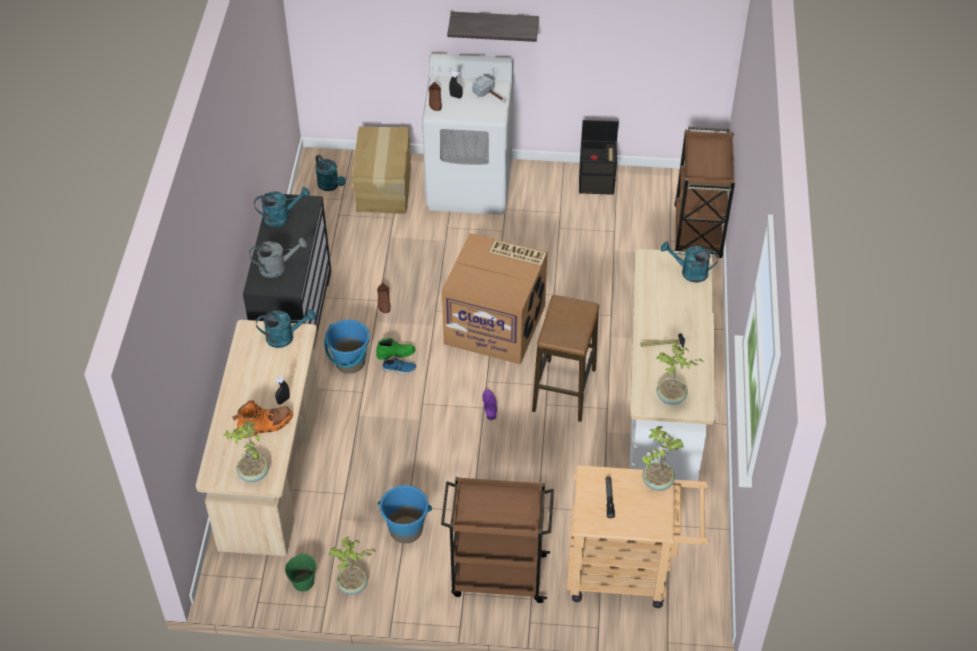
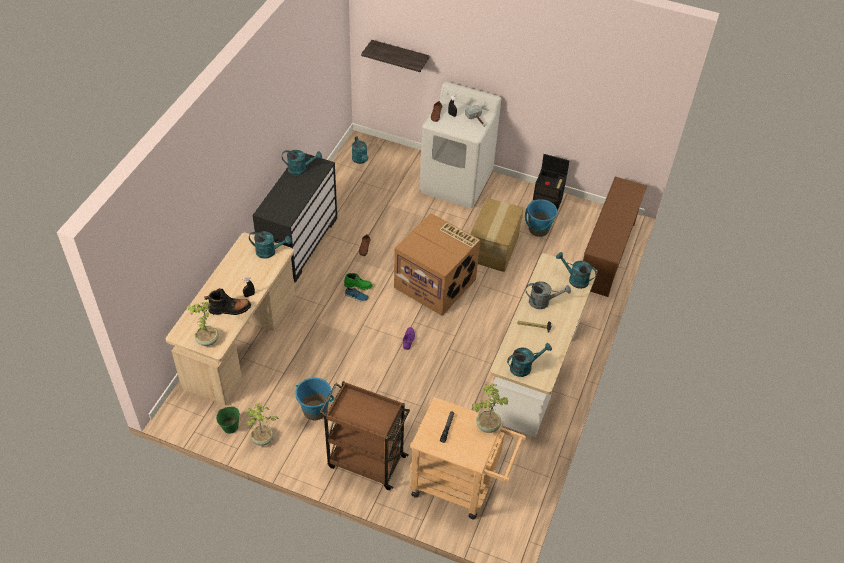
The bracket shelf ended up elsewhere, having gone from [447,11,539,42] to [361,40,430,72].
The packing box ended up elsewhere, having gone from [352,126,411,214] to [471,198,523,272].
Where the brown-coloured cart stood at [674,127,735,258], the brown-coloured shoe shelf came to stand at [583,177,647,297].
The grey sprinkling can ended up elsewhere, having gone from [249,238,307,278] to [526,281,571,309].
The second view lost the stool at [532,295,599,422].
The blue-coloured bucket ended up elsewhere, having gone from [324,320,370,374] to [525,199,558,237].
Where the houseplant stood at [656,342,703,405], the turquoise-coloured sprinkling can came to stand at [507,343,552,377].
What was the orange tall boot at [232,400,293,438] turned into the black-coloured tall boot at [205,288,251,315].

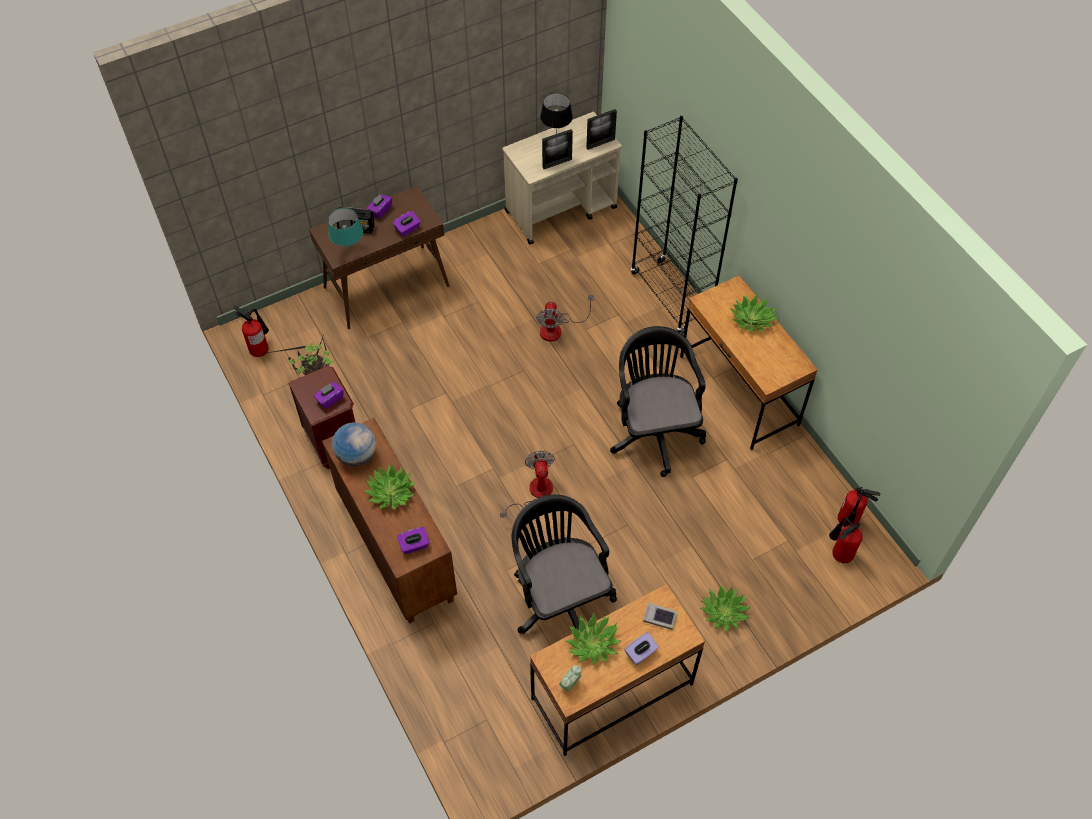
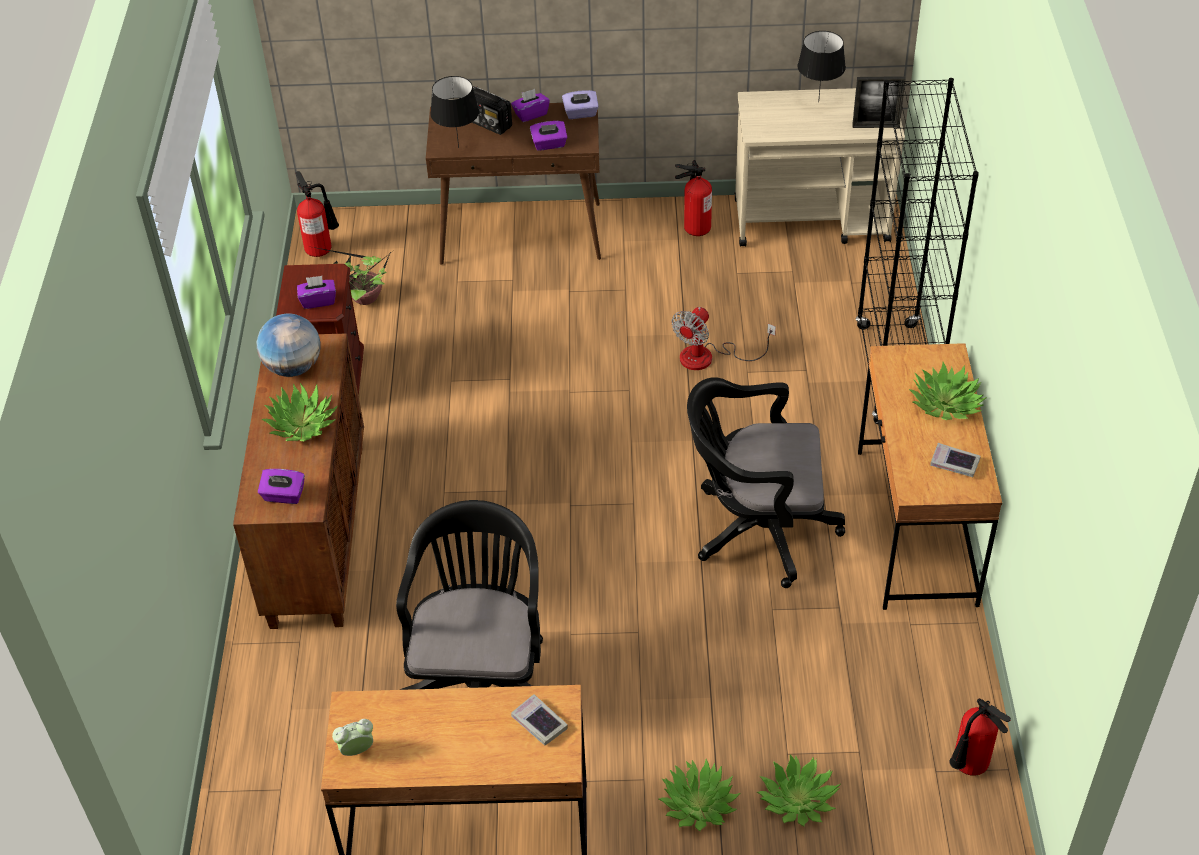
The second view lost the picture frame at [542,129,573,169].
What was the turquoise-coloured tabletop lamp at [328,208,363,252] turned into the black-coloured tabletop lamp at [430,76,479,148].
The black-coloured desk chair at [610,326,706,477] ended up facing another way, 105 degrees counterclockwise from before.
The second view lost the cooling fan at [500,451,555,518].
The fire-fighting cylinder ended up elsewhere, having gone from [829,518,863,563] to [675,160,712,236].
The houseplant ended up elsewhere, having gone from [566,613,621,665] to [757,755,841,826].
The purplish box of tissues ended up elsewhere, having gone from [624,632,659,665] to [562,90,599,119].
The second view gained the book at [930,443,981,477].

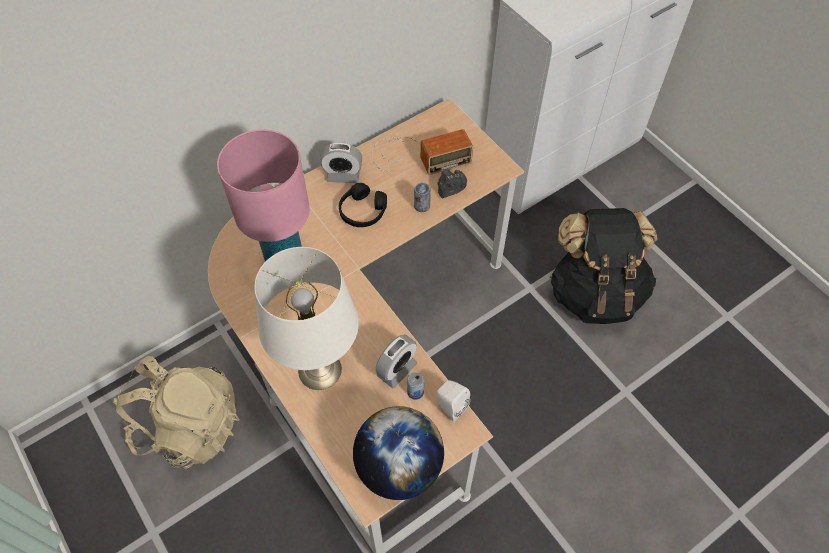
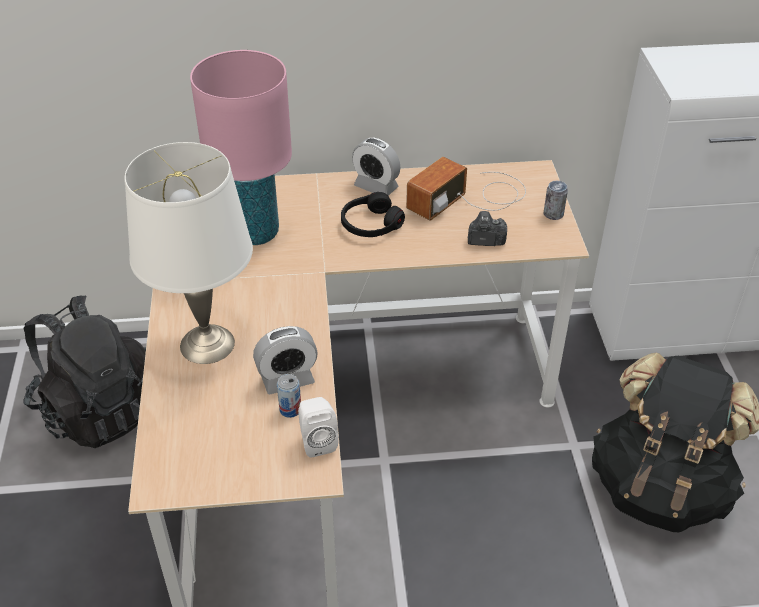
The radio at [372,129,473,175] ended up facing another way, 120 degrees clockwise from before.
The metal can ended up elsewhere, having gone from [414,183,431,212] to [544,180,568,220].
What was the sand-coloured knapsack at [113,356,239,470] turned into the black-coloured knapsack at [24,295,146,448].
The second view lost the globe at [353,406,444,500].

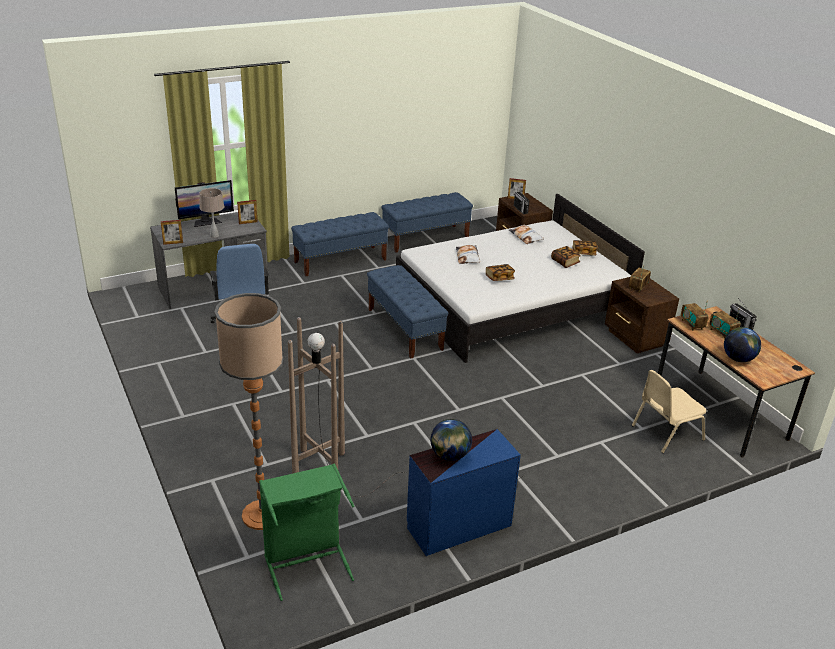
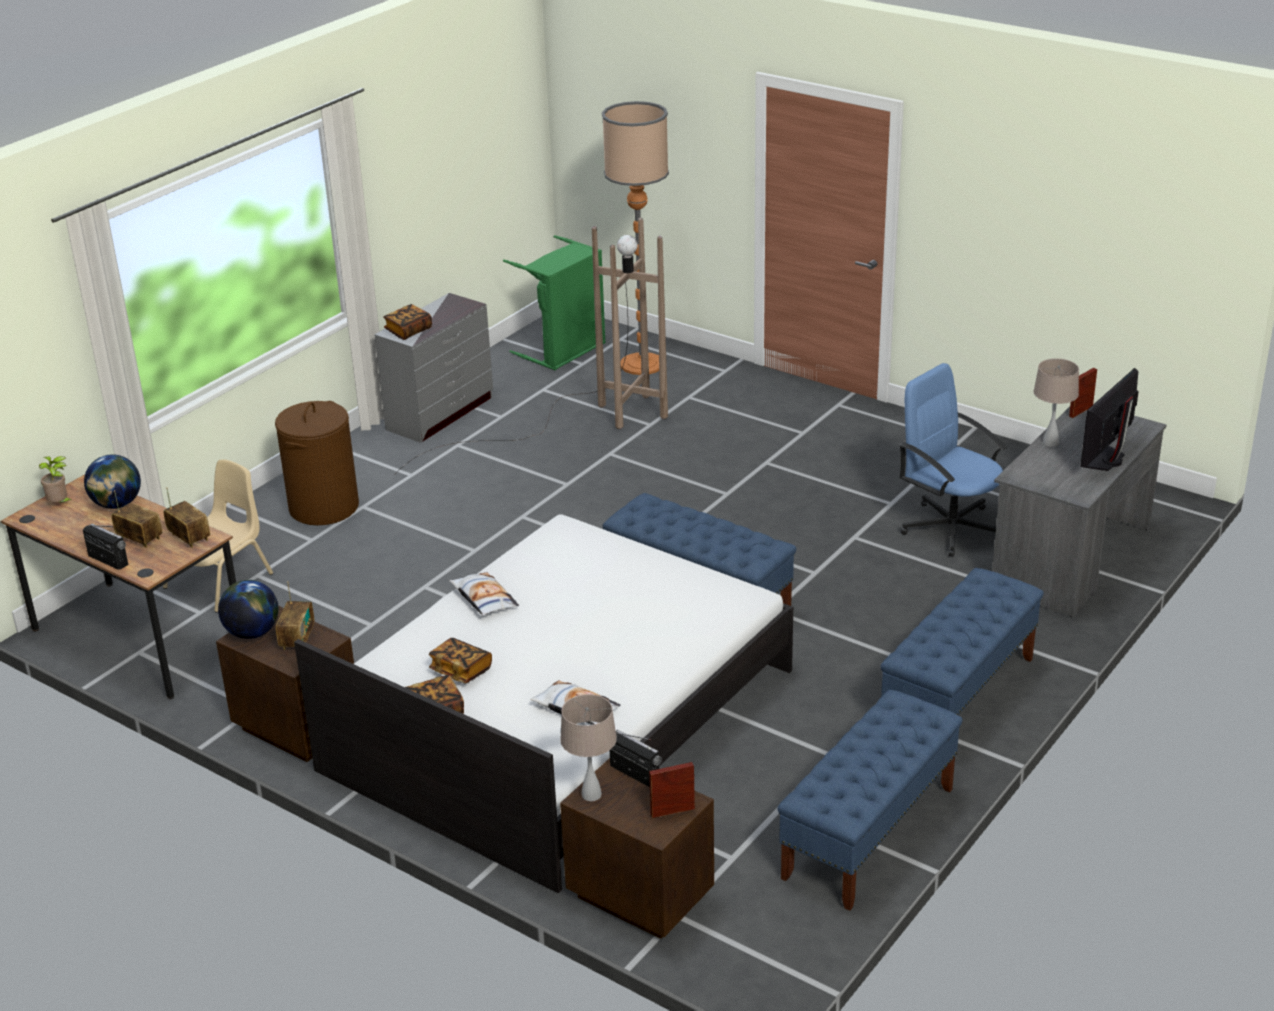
The second view lost the picture frame at [237,200,258,224].
The cushion ended up elsewhere, having gone from [456,245,480,264] to [449,572,519,616].
The book ended up elsewhere, having gone from [486,264,515,281] to [383,304,432,340].
The globe ended up elsewhere, having gone from [430,419,472,461] to [218,580,279,639].
What was the blue-coloured chest of drawers at [407,429,521,556] turned into the grey chest of drawers at [374,293,493,443].
The second view gained the brown-coloured laundry basket at [275,401,359,525].
The second view gained the houseplant at [39,456,73,502].
The second view gained the sand-coloured tabletop lamp at [560,694,617,801].

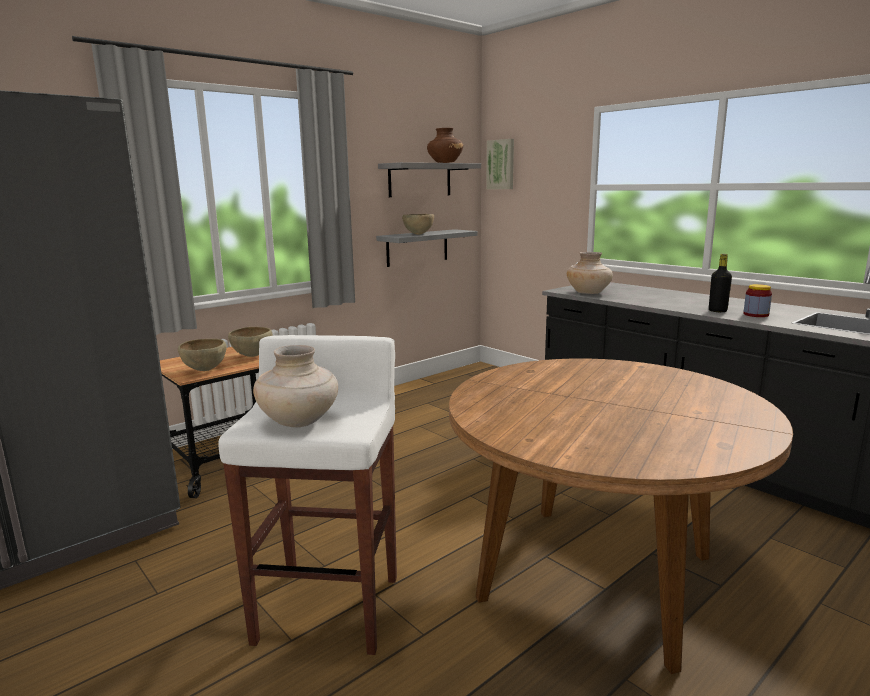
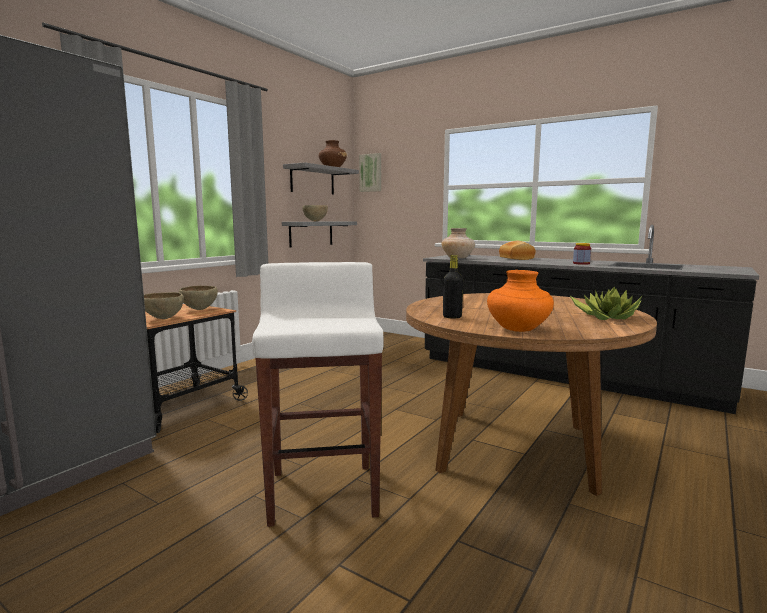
The black-coloured beverage bottle ended up elsewhere, having gone from [709,254,732,312] to [443,255,464,318].
The second view lost the sand-coloured flower vase at [253,345,338,427].
The second view gained the bakery bread at [499,241,536,260].
The second view gained the orange flower vase at [487,270,554,332].
The second view gained the houseplant at [570,286,642,320].

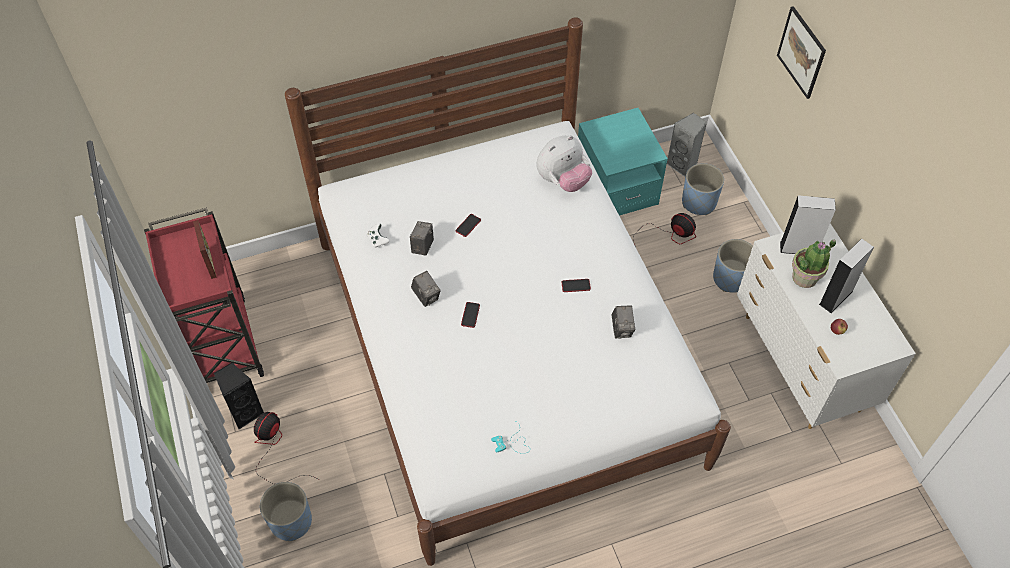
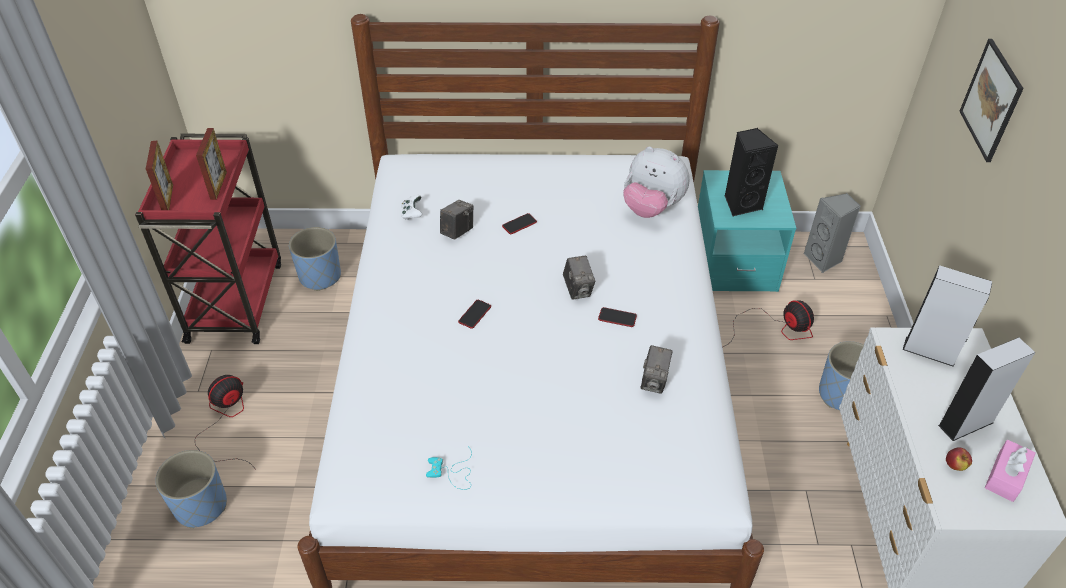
The plush toy at [537,135,592,192] ended up facing another way, 45 degrees clockwise from before.
The blue-coloured flower pot ended up elsewhere, having gone from [682,163,724,215] to [289,227,341,291].
The second view lost the houseplant at [792,239,836,288].
The still camera ended up elsewhere, having gone from [411,271,441,307] to [563,255,595,300].
The black-coloured loudspeaker ended up elsewhere, having gone from [214,363,265,429] to [724,128,779,216].
The second view gained the picture frame at [146,141,173,210].
The second view gained the pink-coloured box of tissues at [985,440,1036,502].

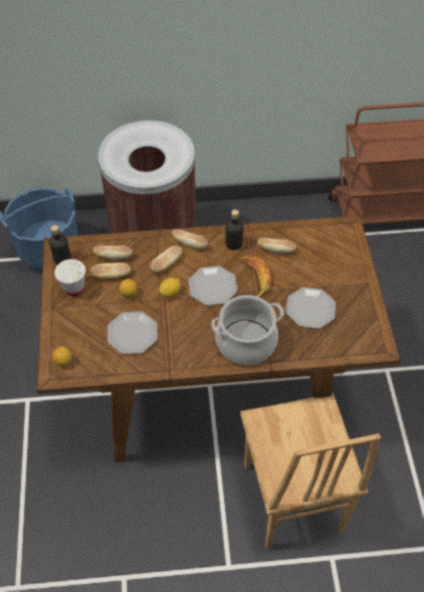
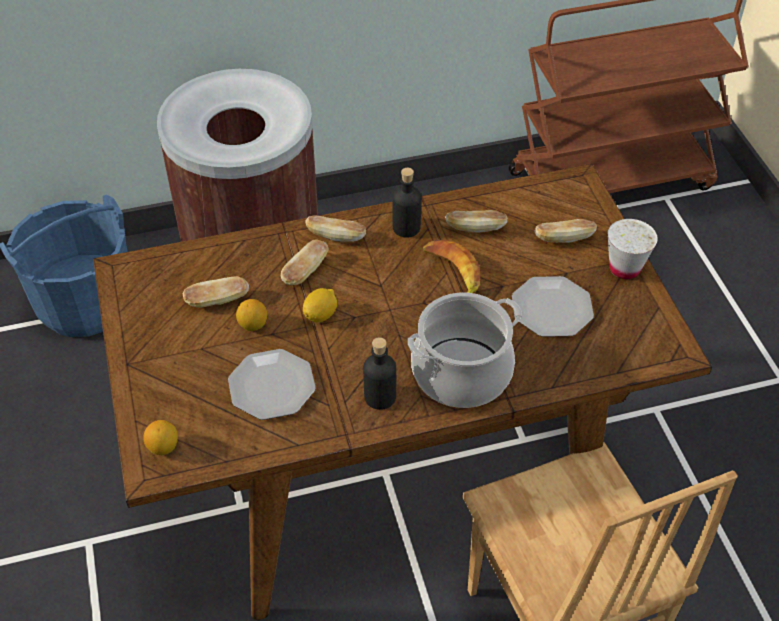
The black-coloured beverage bottle ended up elsewhere, having gone from [49,225,71,265] to [363,337,396,410].
The bakery bread ended up elsewhere, having gone from [93,246,132,260] to [535,219,597,243].
The white-coloured cup ended up elsewhere, having gone from [54,259,85,296] to [608,219,658,279].
The second view lost the plate at [188,266,238,306].

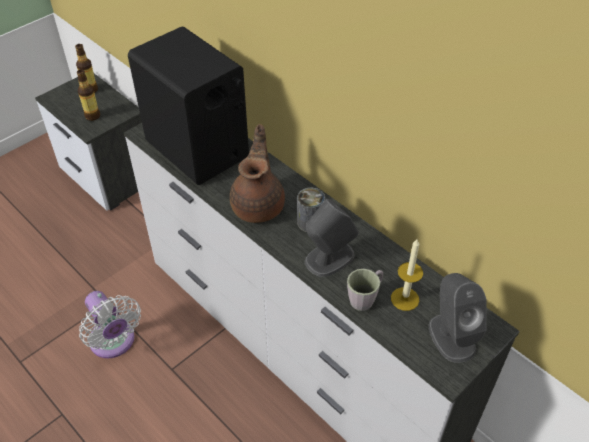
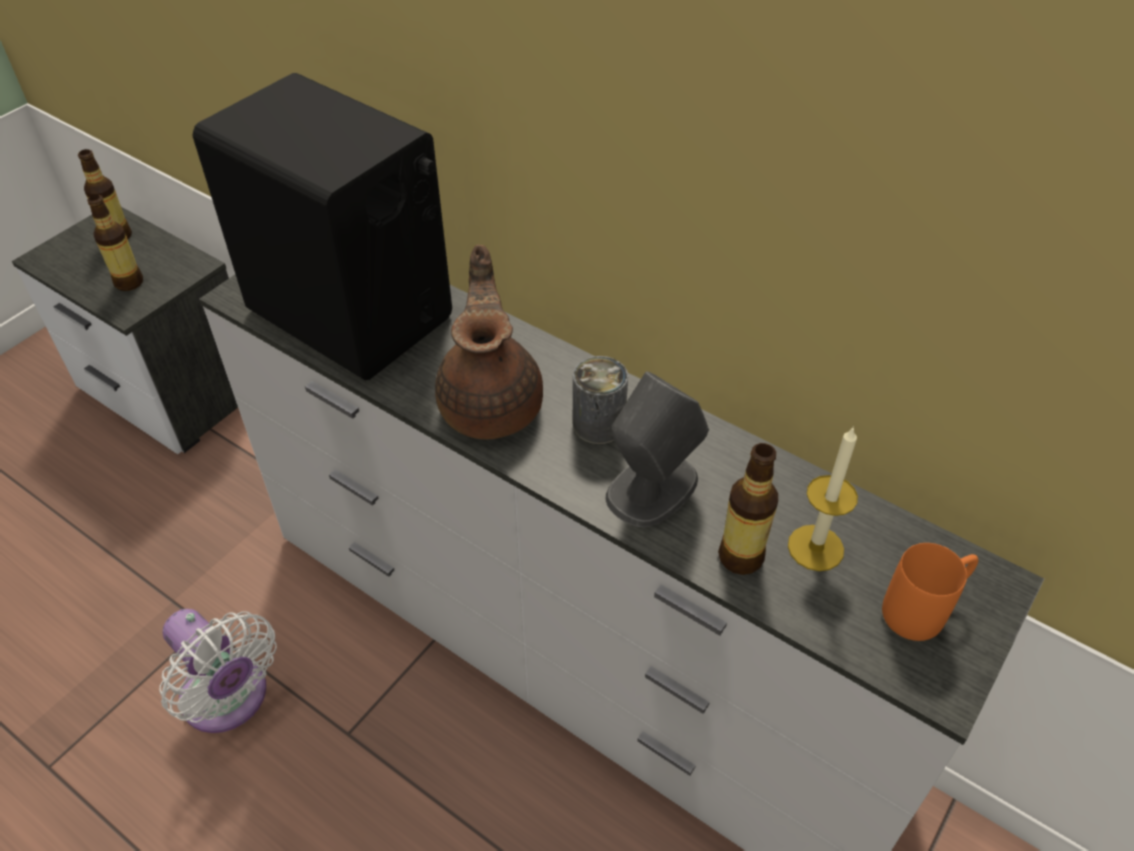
Where the grey coffee mug stood at [347,269,384,311], the beverage bottle came to stand at [718,443,778,575].
Where the grey loudspeaker stood at [429,273,486,363], the orange coffee mug came to stand at [882,543,979,641].

